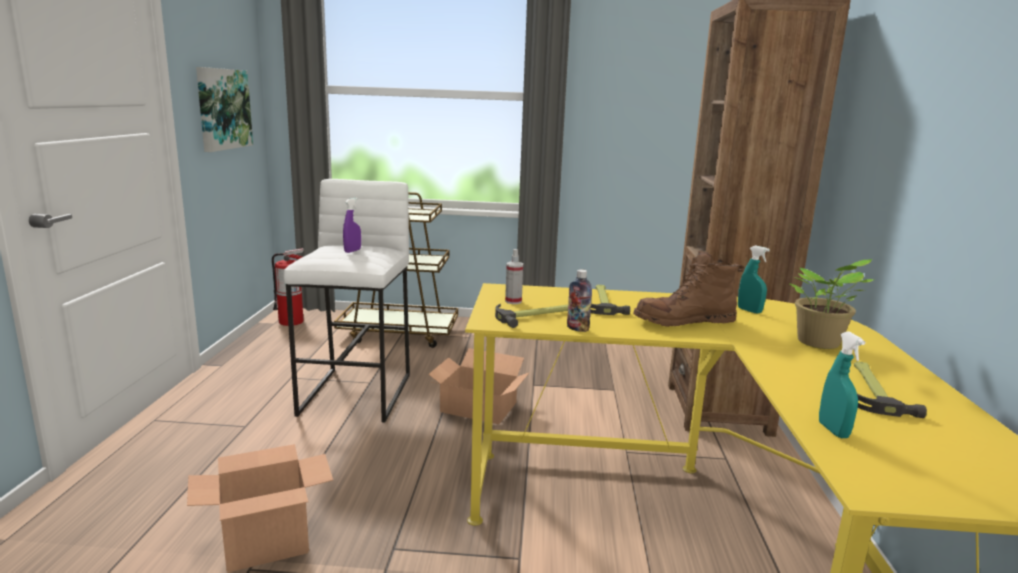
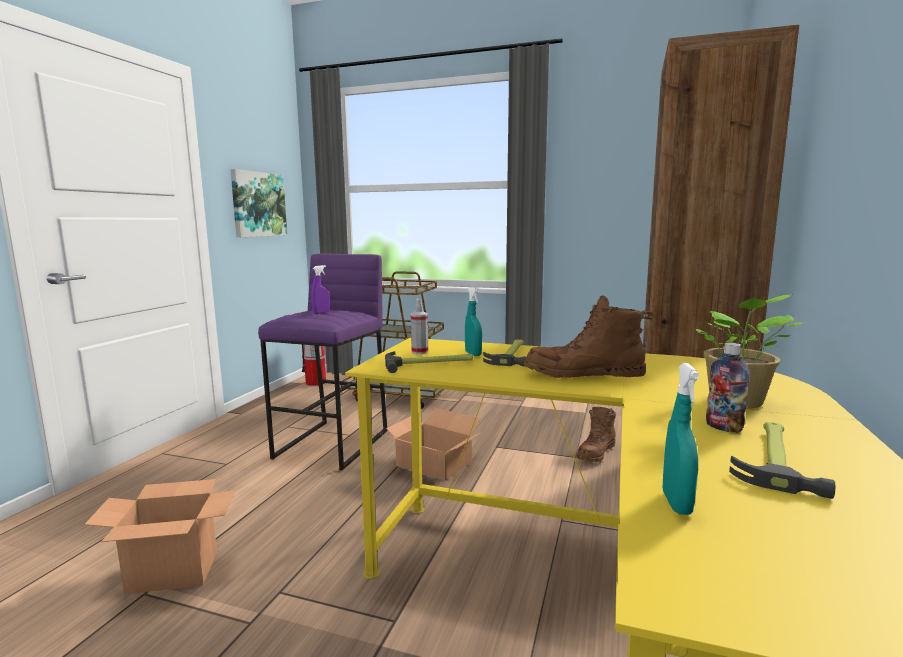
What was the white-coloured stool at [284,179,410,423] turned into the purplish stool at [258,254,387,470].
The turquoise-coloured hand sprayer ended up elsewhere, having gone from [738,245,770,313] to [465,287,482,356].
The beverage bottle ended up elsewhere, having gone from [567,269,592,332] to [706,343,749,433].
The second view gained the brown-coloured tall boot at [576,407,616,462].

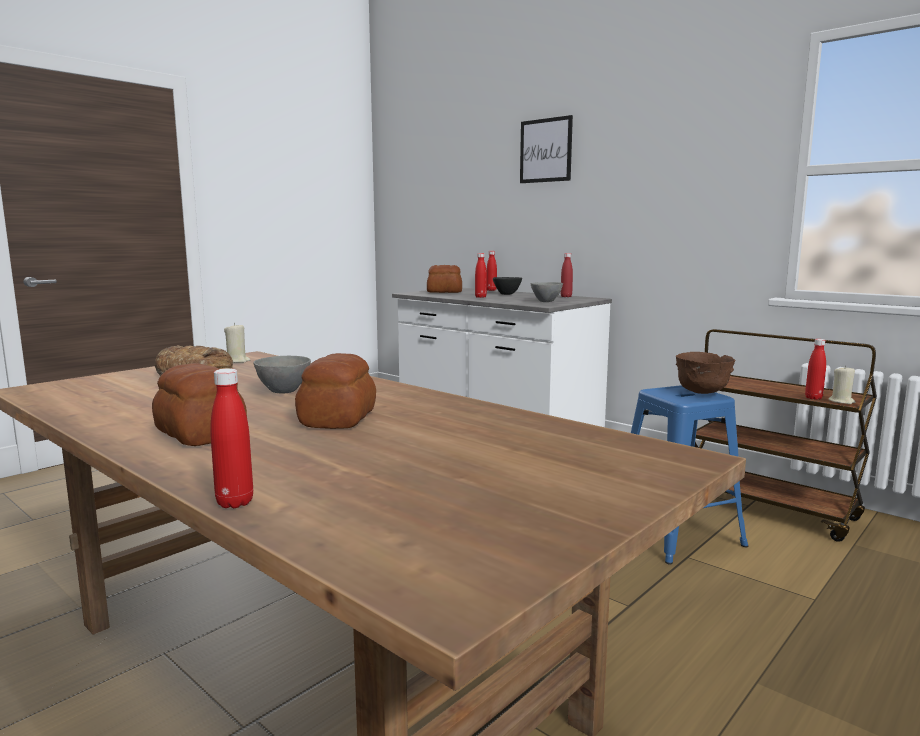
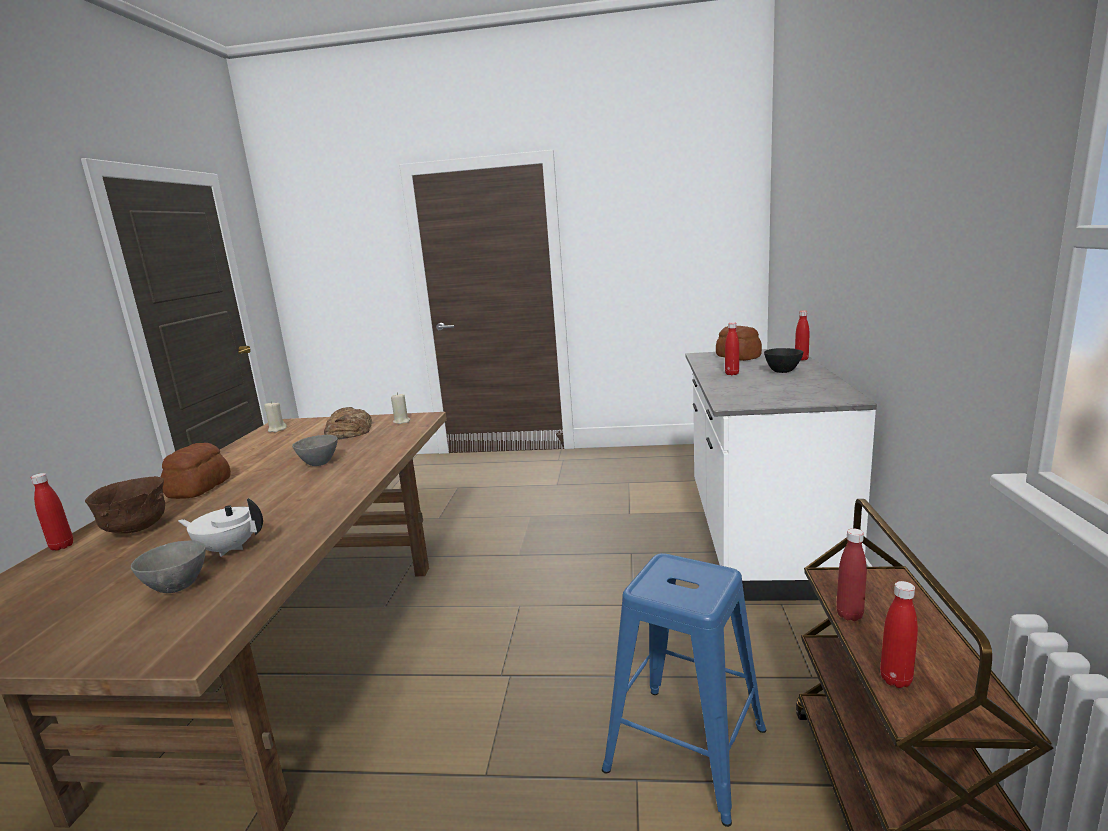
The second view lost the picture at [520,115,573,183].
The red beverage bottle ended up elsewhere, having gone from [561,253,573,297] to [836,528,867,621].
The grey deep dish ended up elsewhere, having gone from [531,282,563,302] to [131,540,206,593].
The brown-coloured deep dish ended up elsewhere, having gone from [676,352,735,394] to [85,476,165,534].
The second view lost the bakery bread at [295,353,376,429].
The sand-coloured wax candle ended up elsewhere, having gone from [829,366,855,404] to [264,401,287,432].
The second view gained the white-coloured tea pot at [178,498,263,557].

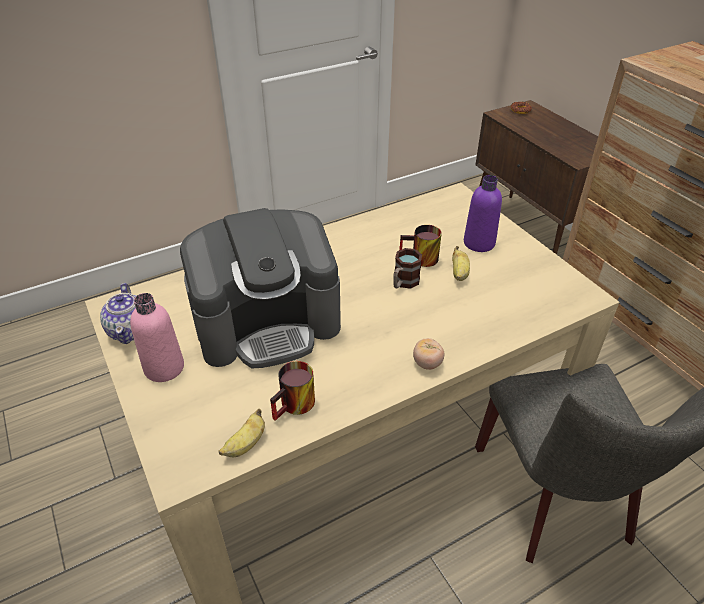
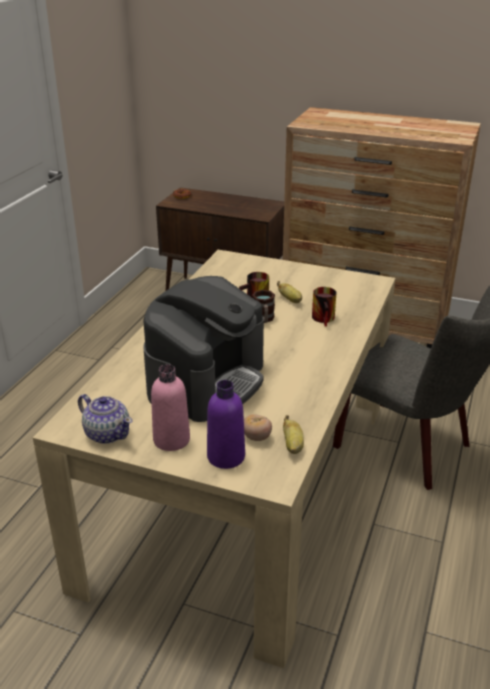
The purplish beverage bottle ended up elsewhere, having gone from [464,175,502,252] to [207,380,245,469].
The fresh tomato ended up elsewhere, having gone from [413,338,444,370] to [244,414,272,441].
The coffee mug ended up elsewhere, having gone from [270,361,315,421] to [312,287,336,326].

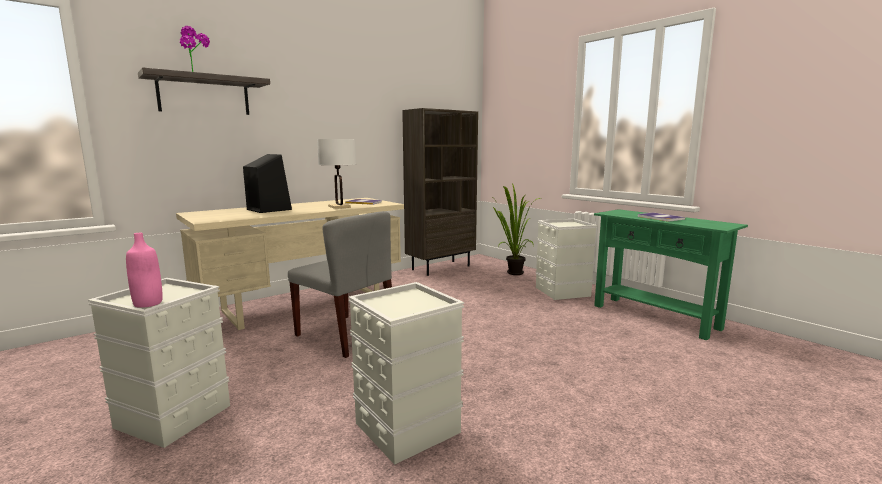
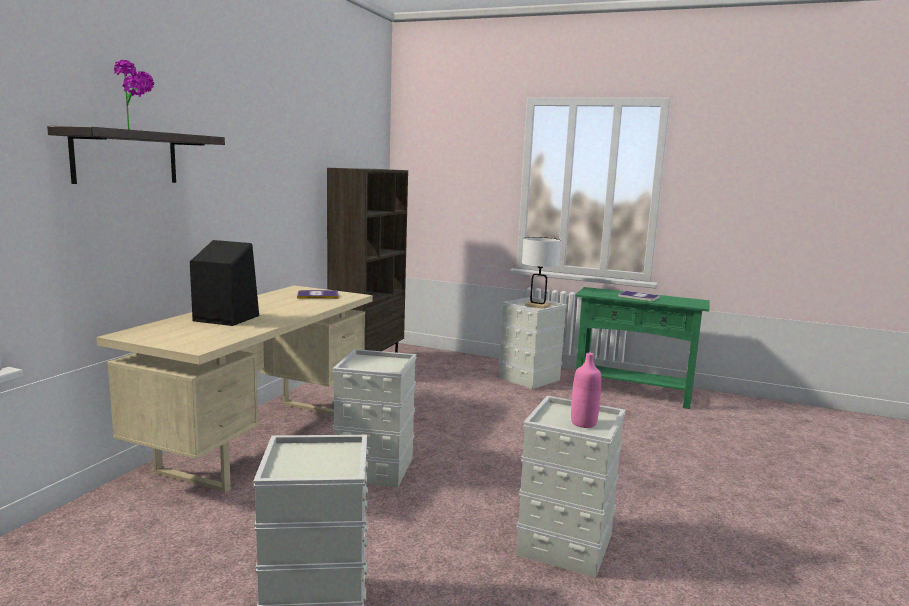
The white-coloured tabletop lamp ended up elsewhere, having gone from [317,139,356,209] to [522,237,561,309].
The second view lost the houseplant at [491,182,541,275].
Where the grey plain chair stood at [288,211,392,358], the grey storage container came to stand at [333,349,417,487].
The pink-coloured beverage bottle ended up elsewhere, having gone from [126,233,163,308] to [571,353,601,428].

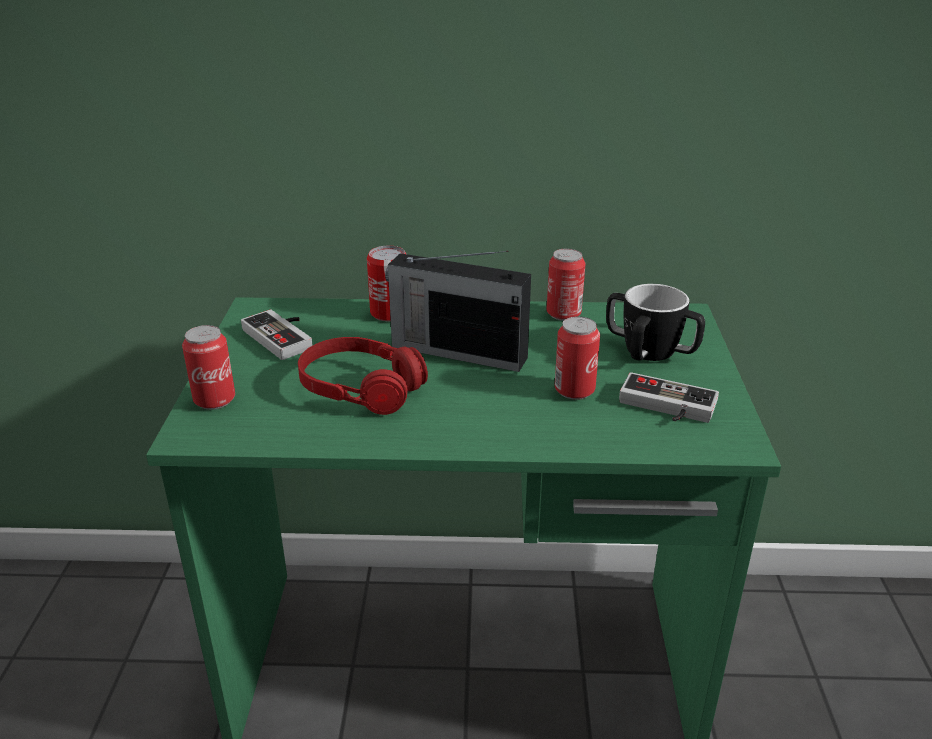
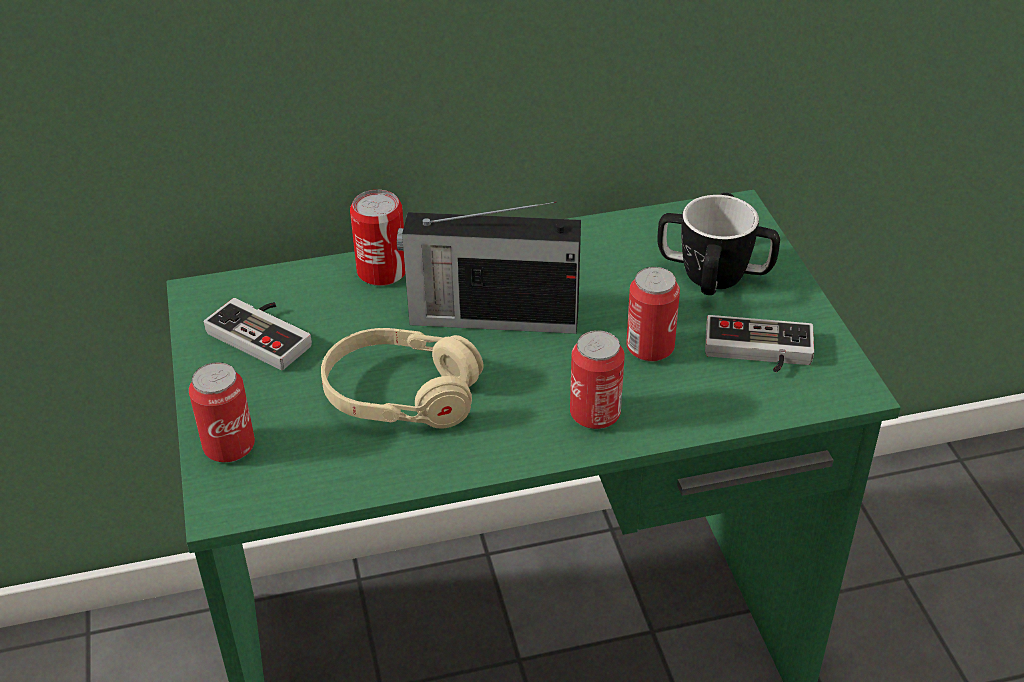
The metal can ended up elsewhere, having gone from [546,249,586,321] to [570,330,625,429].
What was the red headset at [298,337,428,415] turned into the sand-coloured headset at [321,328,484,429].

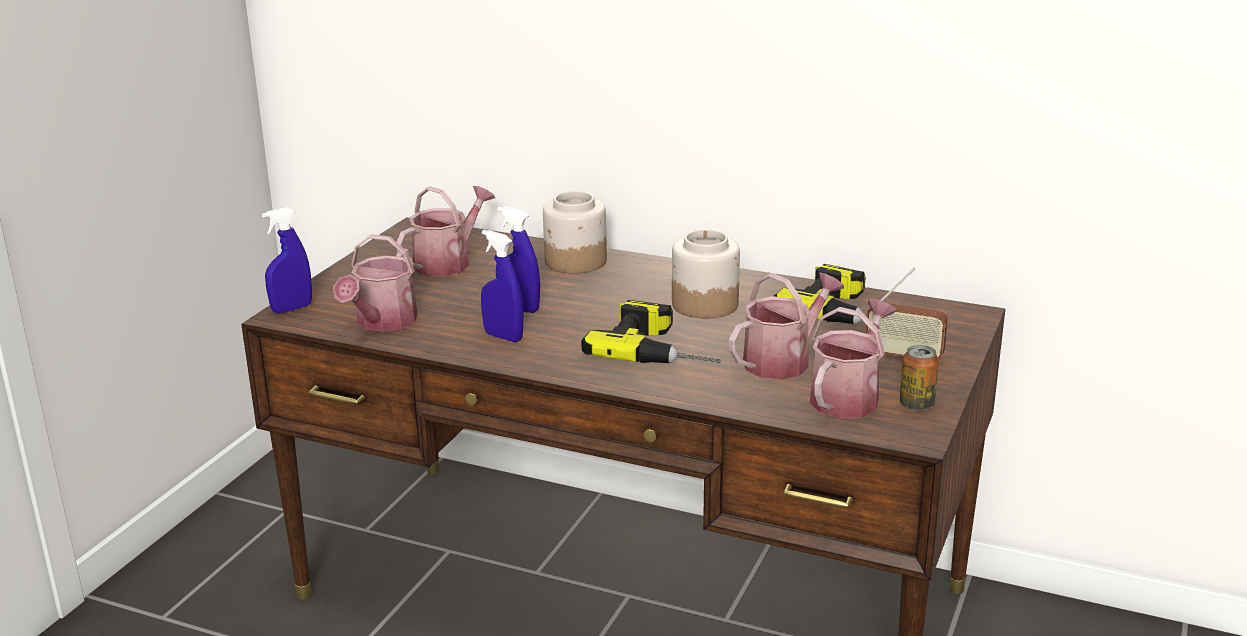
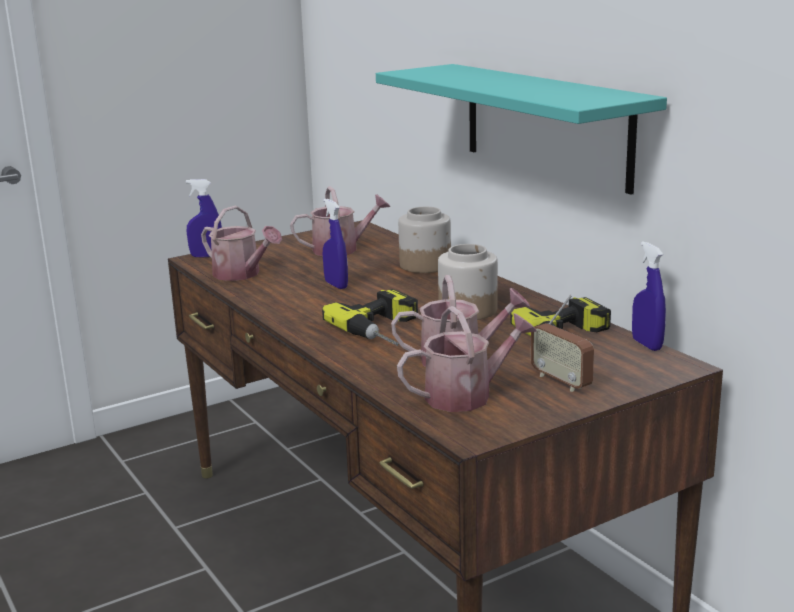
The blue-coloured hand sprayer ended up elsewhere, having gone from [481,230,524,342] to [632,241,666,351].
The sprinkling can at [333,234,417,332] ended up facing another way, 105 degrees counterclockwise from before.
The second view lost the metal can at [900,345,939,411].
The second view gained the turquoise-coloured bracket shelf at [376,64,667,195].

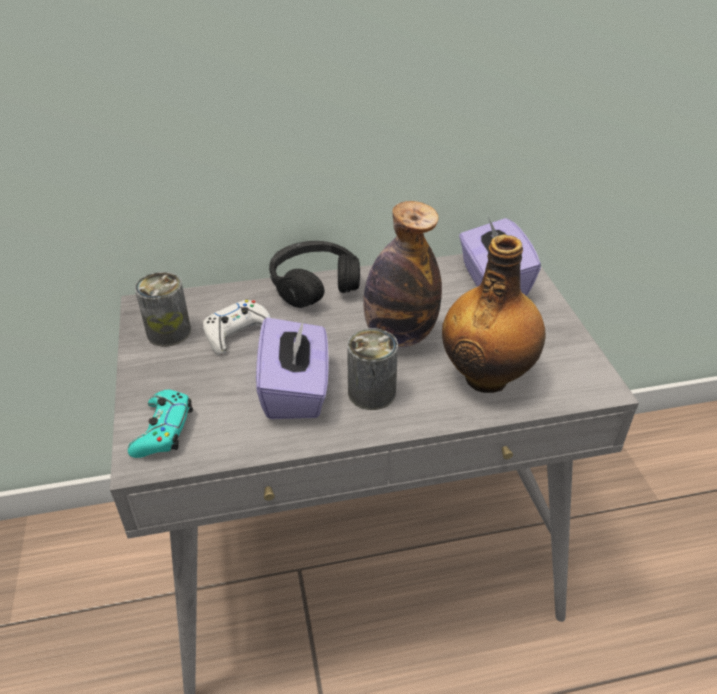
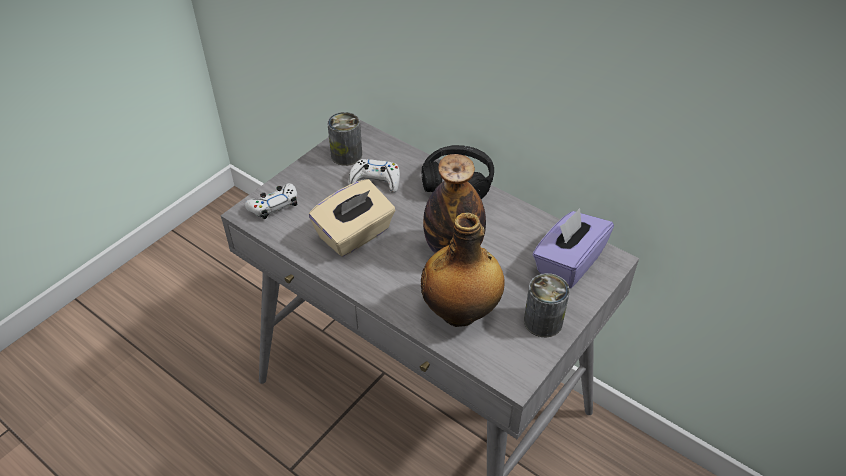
What was the purplish box of tissues at [256,316,329,419] turned into the sand-coloured box of tissues at [309,179,396,257].
The metal can ended up elsewhere, having gone from [347,328,398,410] to [524,273,570,337].
What was the turquoise-coloured game controller at [128,390,193,458] turned into the white-coloured game controller at [245,183,297,219].

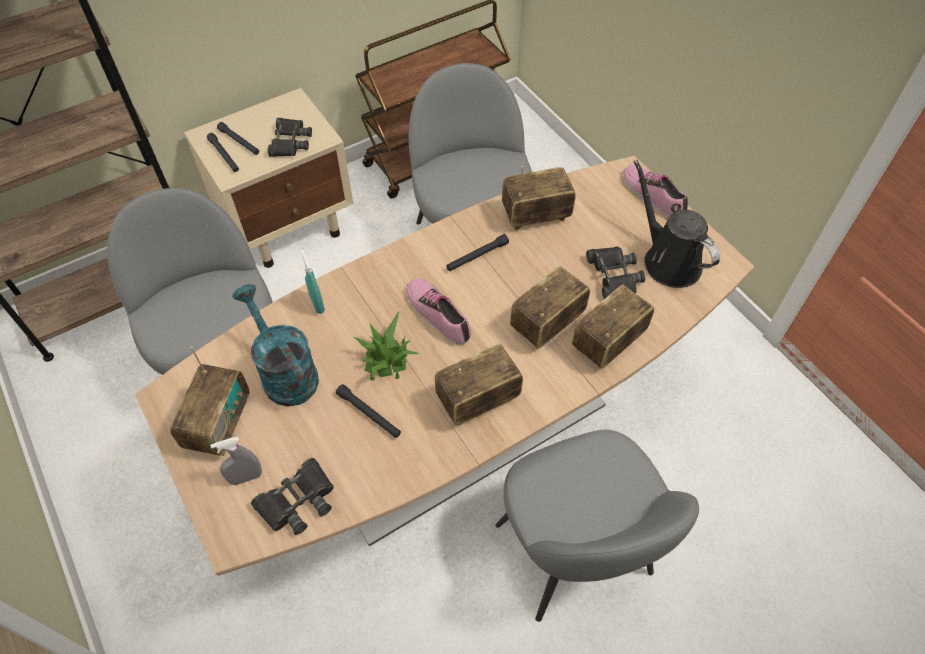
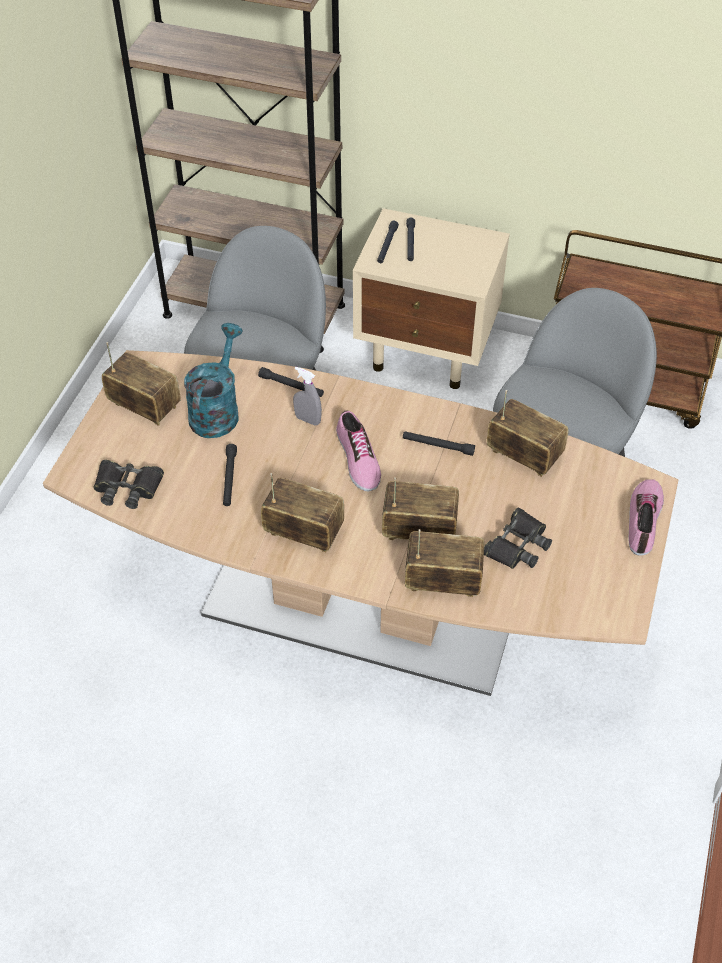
The second view lost the black-coloured binoculars at [268,118,312,157].
The second view lost the black-coloured sprinkling can at [634,160,720,288].
Where the turquoise-coloured hand sprayer stood at [301,250,325,314], the black-coloured hand torch came to stand at [258,367,324,397].
The item of footwear at [407,278,471,345] ended up facing another way, 150 degrees clockwise from before.
The second view lost the houseplant at [354,312,419,381].
The radio at [170,347,249,456] ended up facing another way, 120 degrees counterclockwise from before.
The second view lost the grey plain chair at [496,430,699,622].
The grey hand sprayer ended up elsewhere, having gone from [211,437,262,485] to [293,367,322,426].

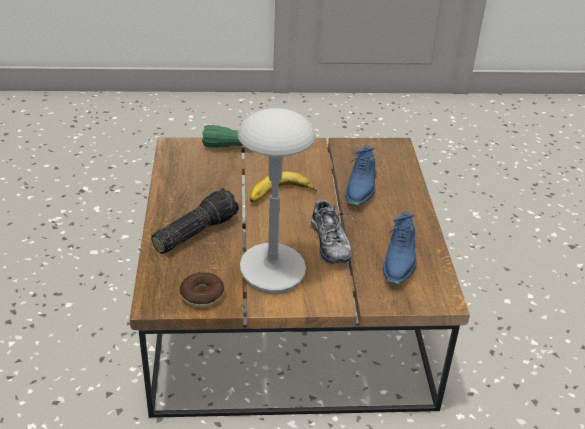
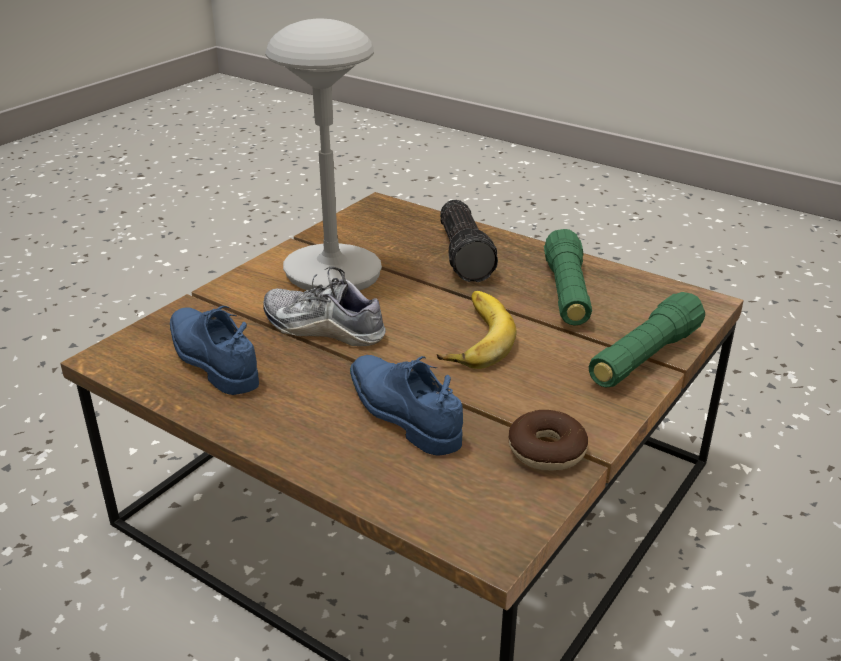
The donut ended up elsewhere, having gone from [180,272,224,308] to [508,410,588,471].
The second view gained the green hand torch at [544,229,592,326].

